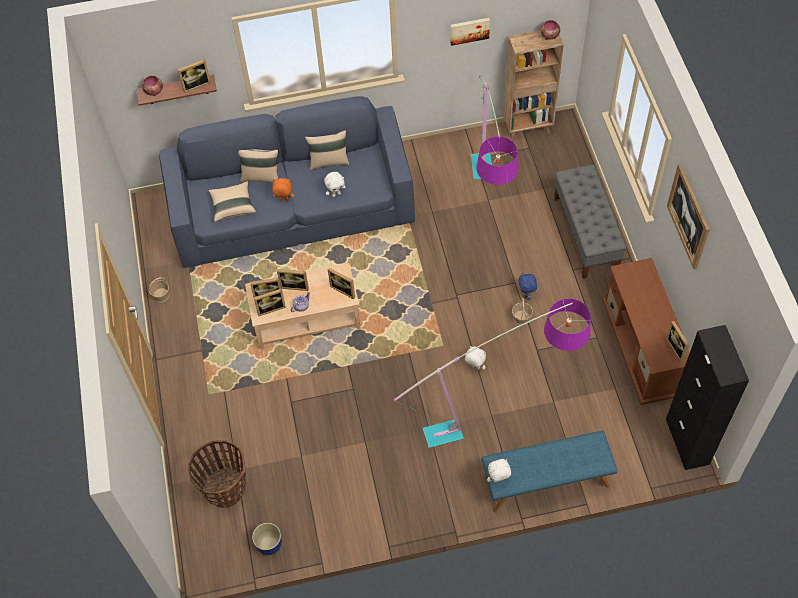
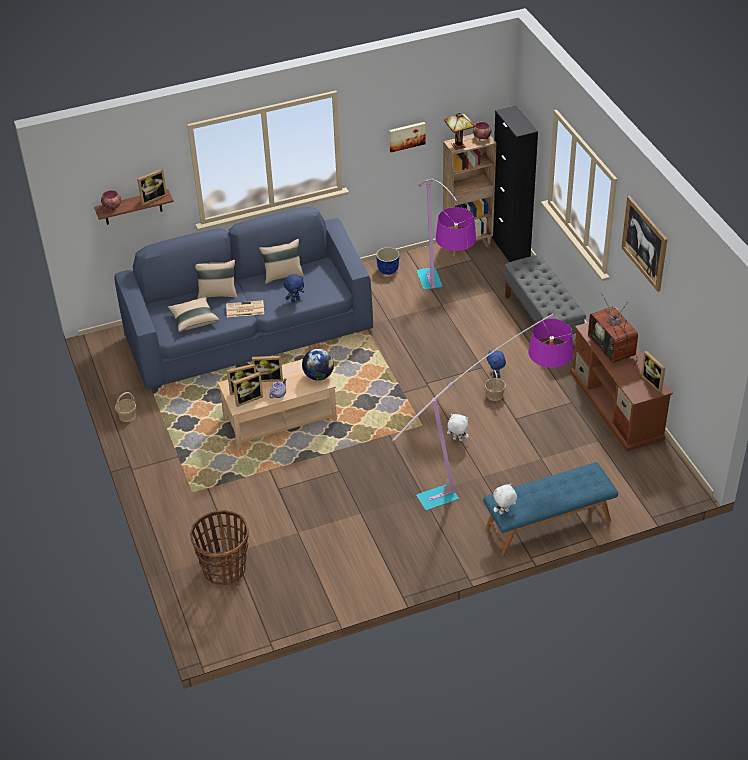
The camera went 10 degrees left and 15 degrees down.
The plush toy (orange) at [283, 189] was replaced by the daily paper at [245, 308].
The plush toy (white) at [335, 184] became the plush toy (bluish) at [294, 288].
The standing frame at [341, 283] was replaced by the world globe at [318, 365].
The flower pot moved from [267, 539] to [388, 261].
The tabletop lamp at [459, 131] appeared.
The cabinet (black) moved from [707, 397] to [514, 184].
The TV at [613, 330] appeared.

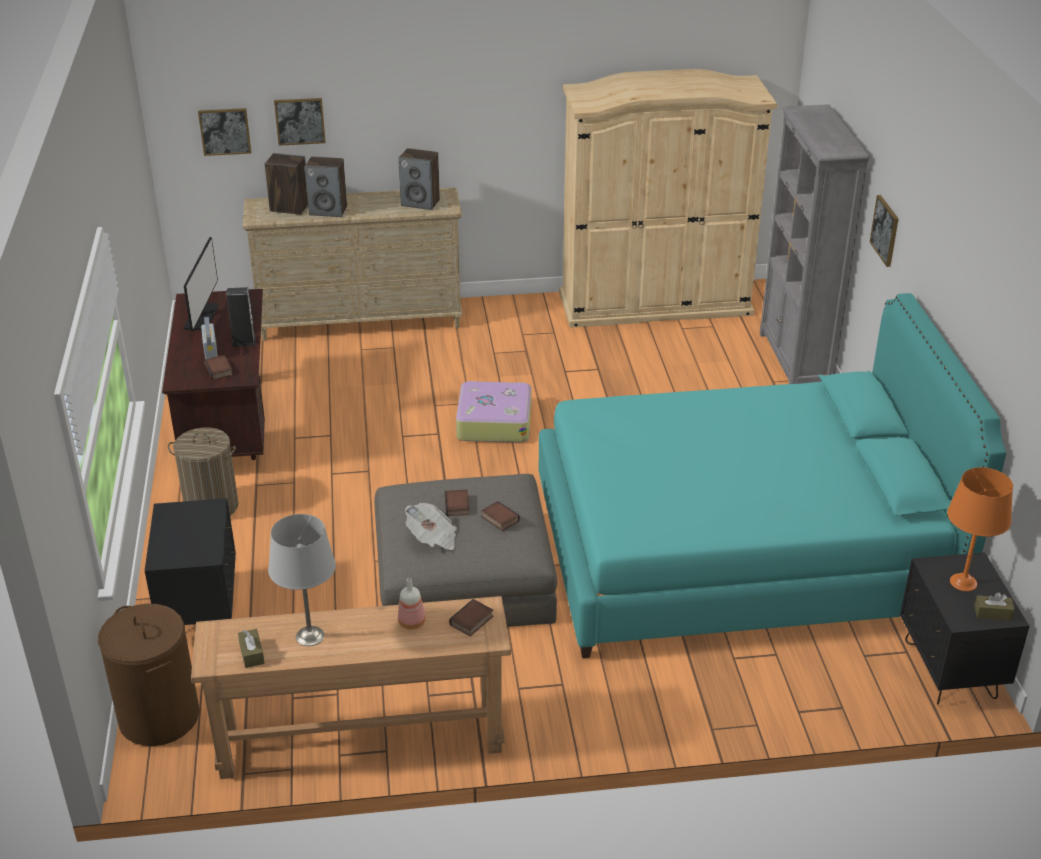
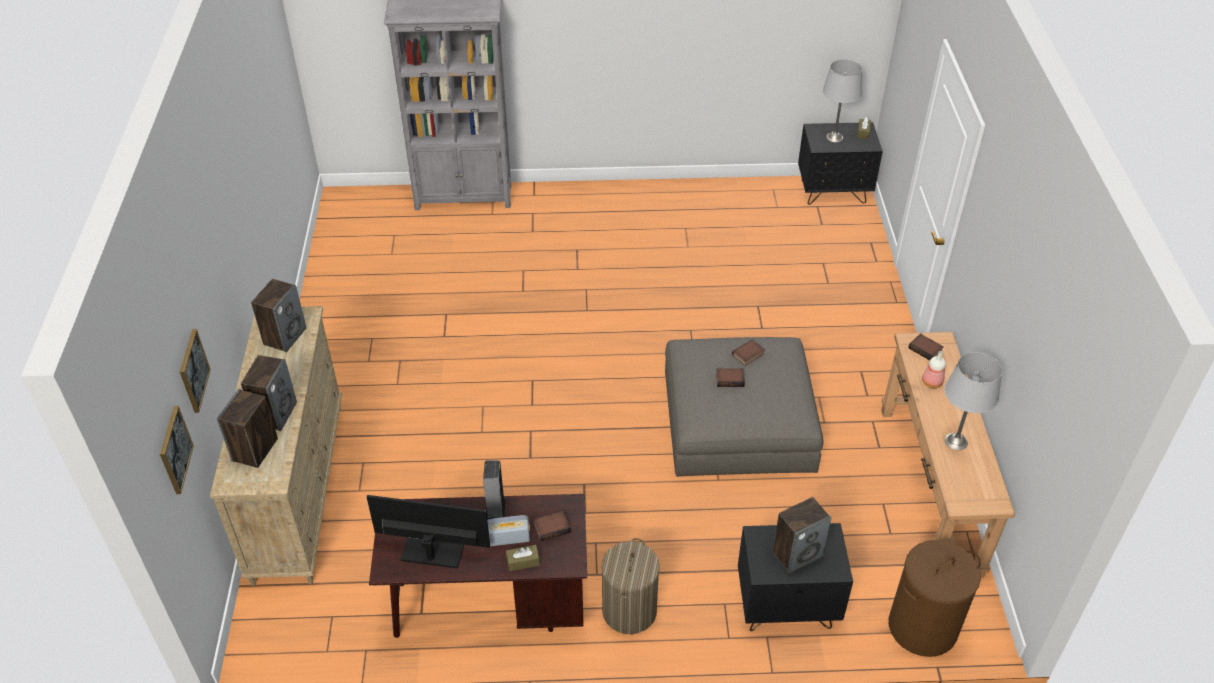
The camera went 85 degrees left and 10 degrees up.
The tissue box (brown-coloured) moved from [251, 648] to [523, 558].
The speaker at [802, 535] appeared.
The tabletop lamp (orange) at [980, 529] became the tabletop lamp (greyish) at [842, 101].
The daily paper at [431, 526] disappeared.
The suitcase at [493, 412] disappeared.
The bedroom bed (turquoise) at [772, 475] disappeared.
The wardrobe (beige) at [668, 198] disappeared.
The wall picture at [884, 231] disappeared.

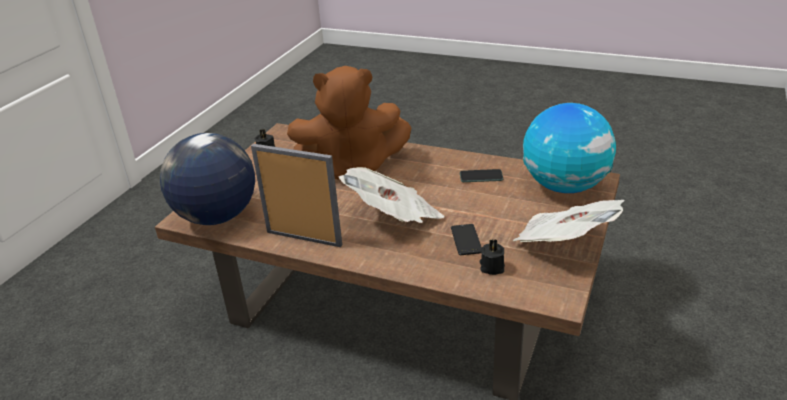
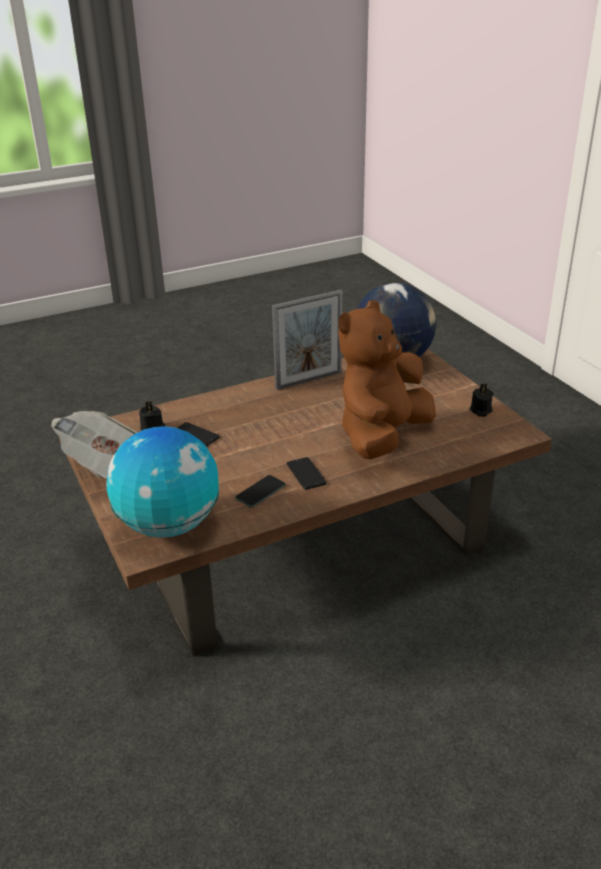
The camera went 130 degrees right and 0 degrees up.
The telephone at [307, 473] appeared.
The daily paper at [391, 195] disappeared.

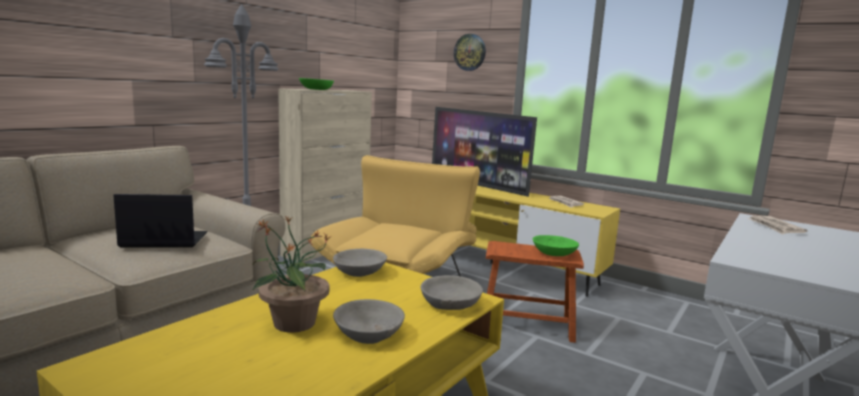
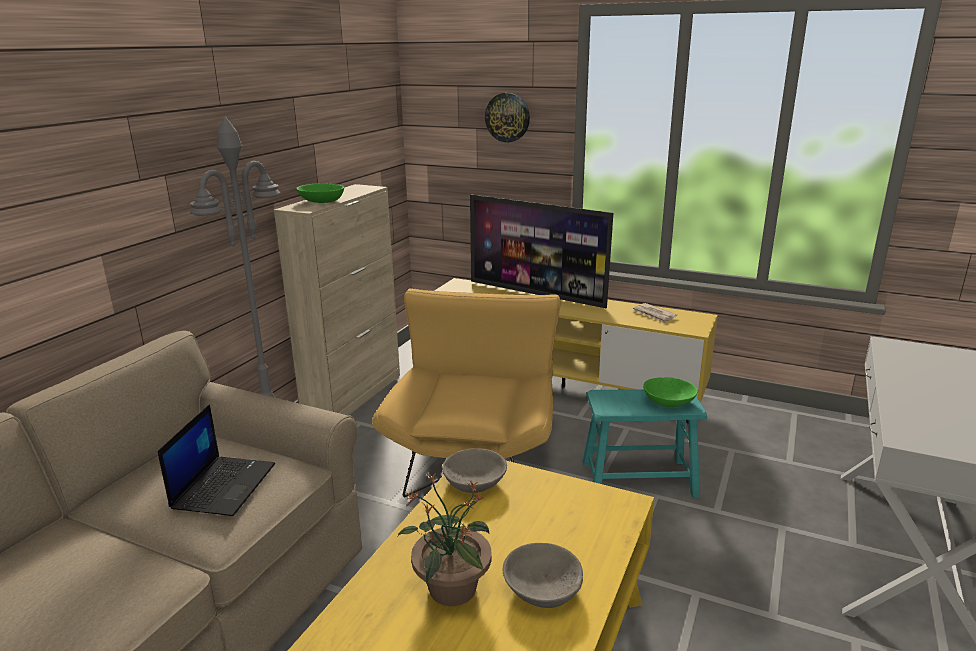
The camera went 10 degrees left and 10 degrees up.
The portable computer at [161, 221] turned 120 degrees clockwise.
The sitting stool (brown-coloured) at [535, 292] became the sitting stool (turquoise) at [645, 443].
The bowl (greyish) at [452, 292] disappeared.
The daily paper at [778, 225] disappeared.

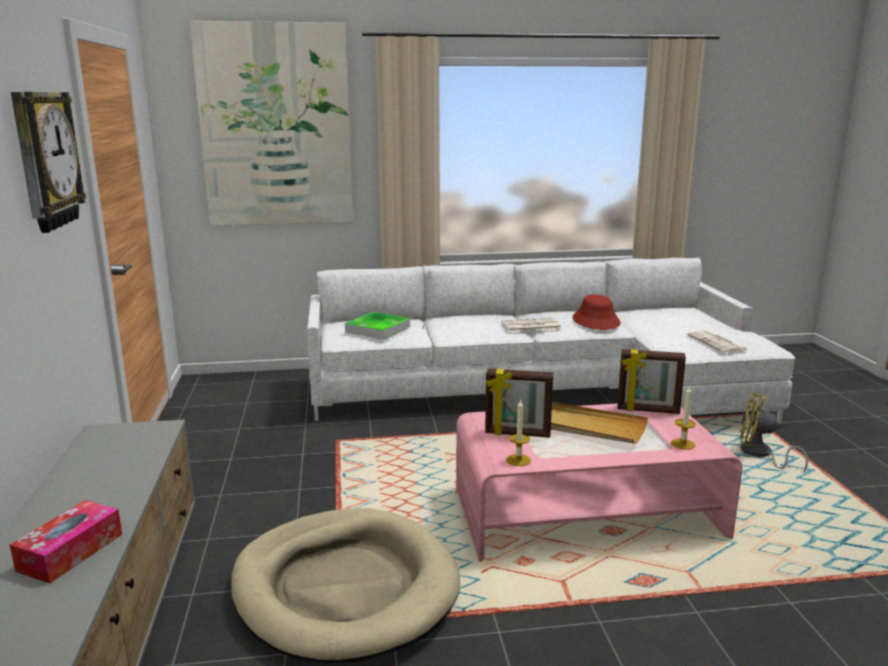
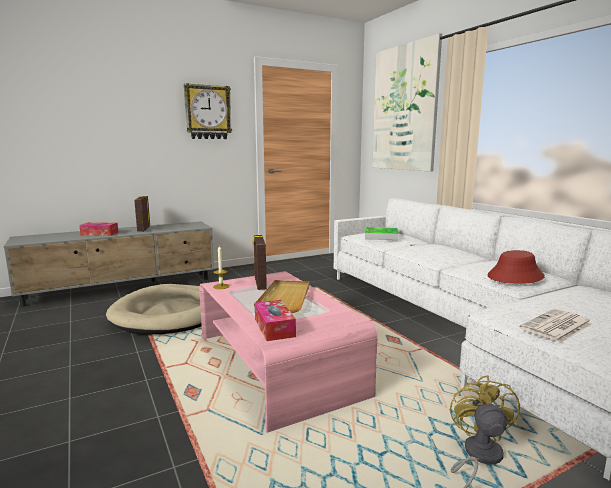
The camera went 70 degrees right and 5 degrees down.
The standing frame moved from [651, 381] to [142, 214].
The wax light at [683, 417] was replaced by the tissue box at [275, 320].
The daily paper at [531, 325] disappeared.

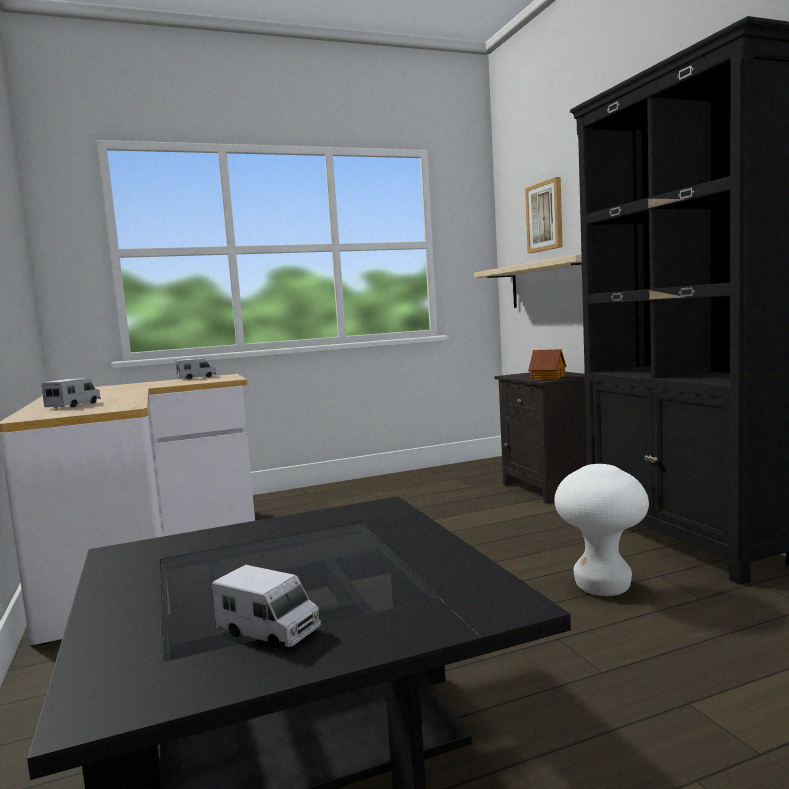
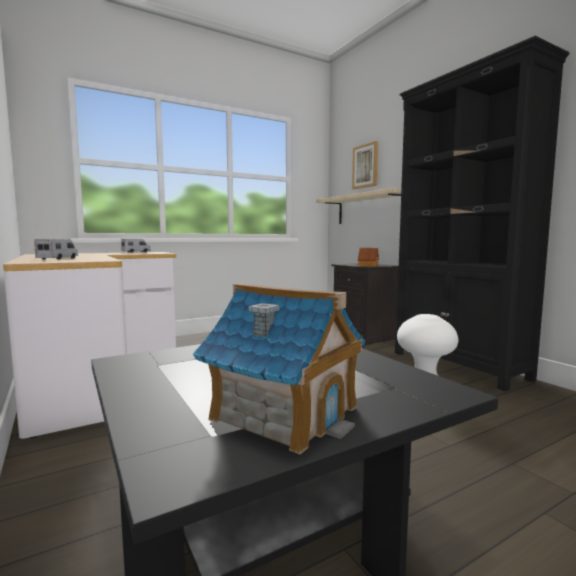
The camera went 10 degrees left and 0 degrees up.
The toy truck at [266, 607] was replaced by the model house at [279, 368].

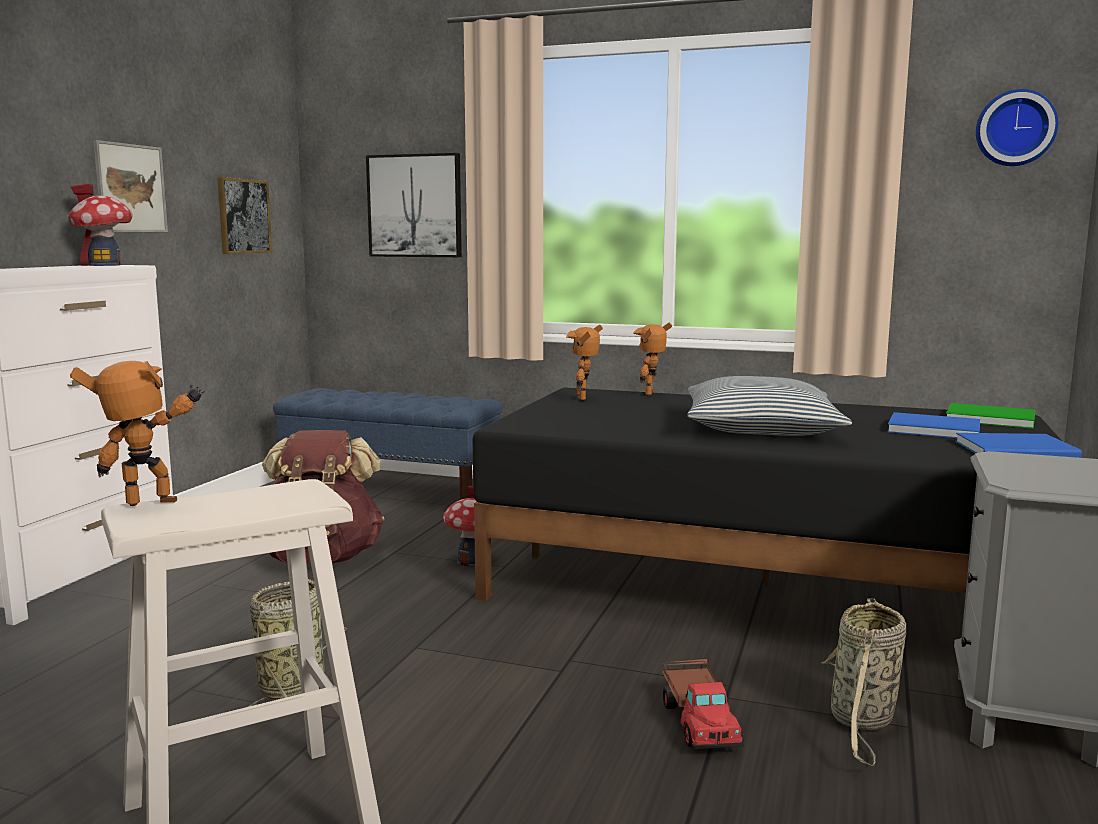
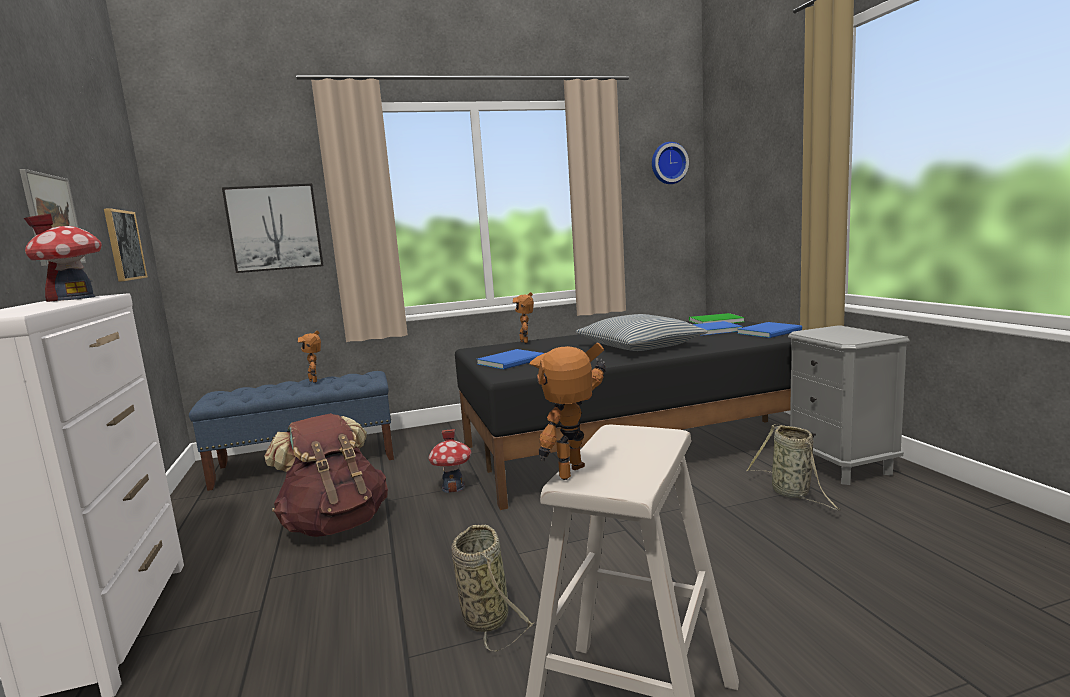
The camera went 35 degrees left and 0 degrees up.
The robot figure moved from [584, 363] to [309, 357].
The bound book (bluish) at [510, 359] appeared.
The toy truck at [703, 703] disappeared.

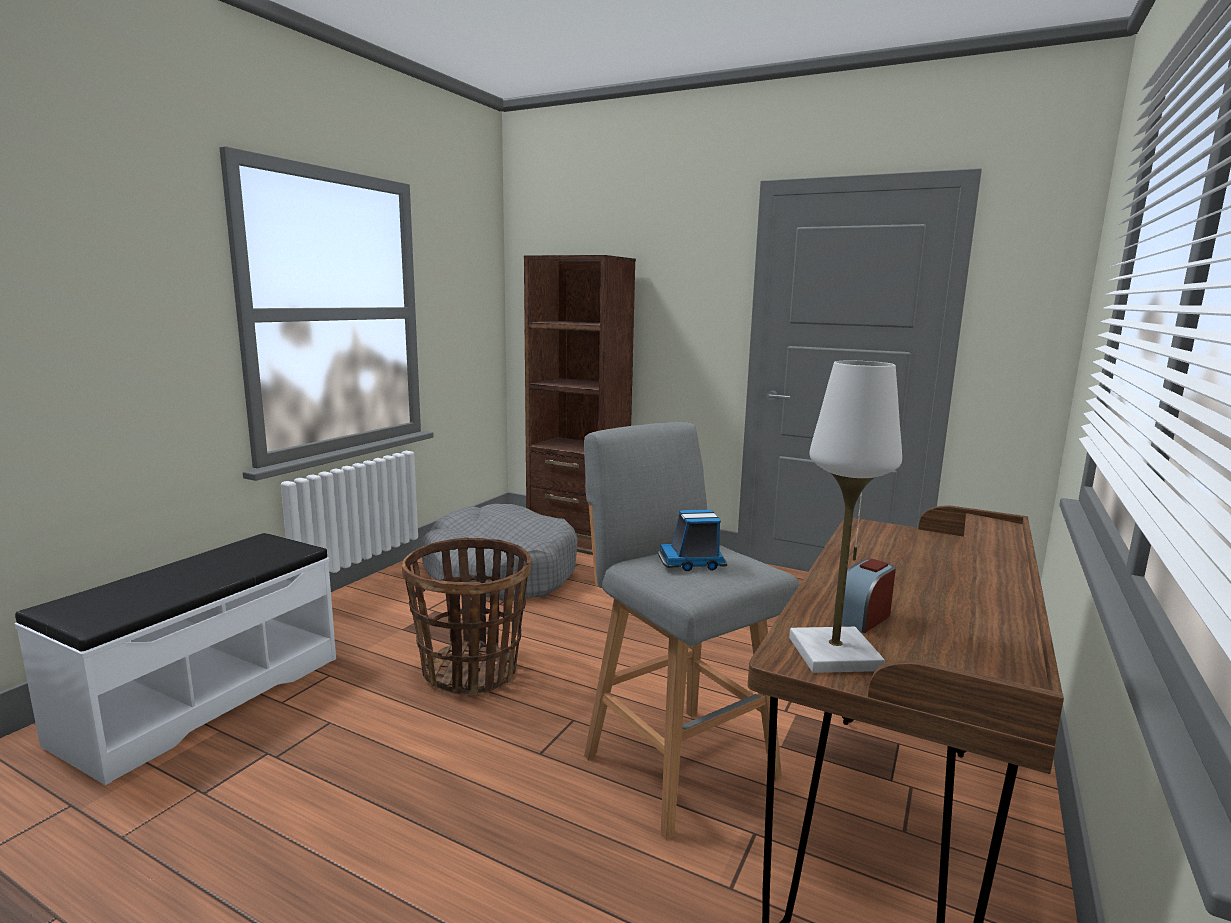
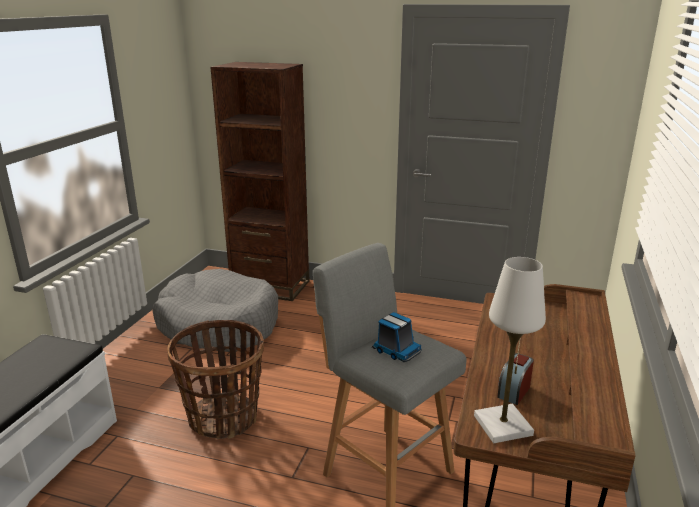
The camera went 10 degrees left and 10 degrees up.
The toy truck at [692, 540] turned 120 degrees counterclockwise.

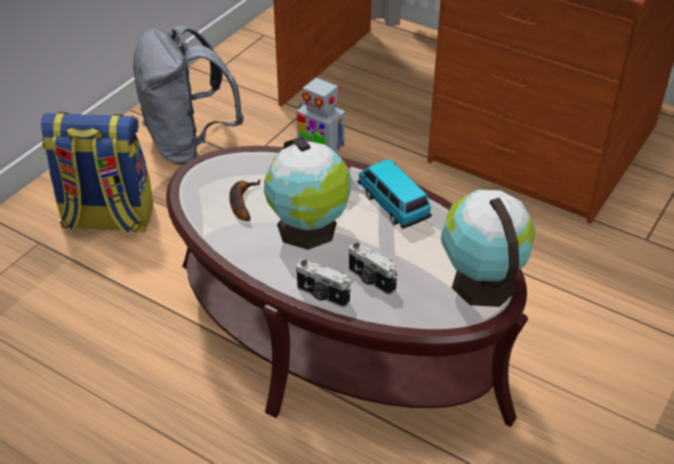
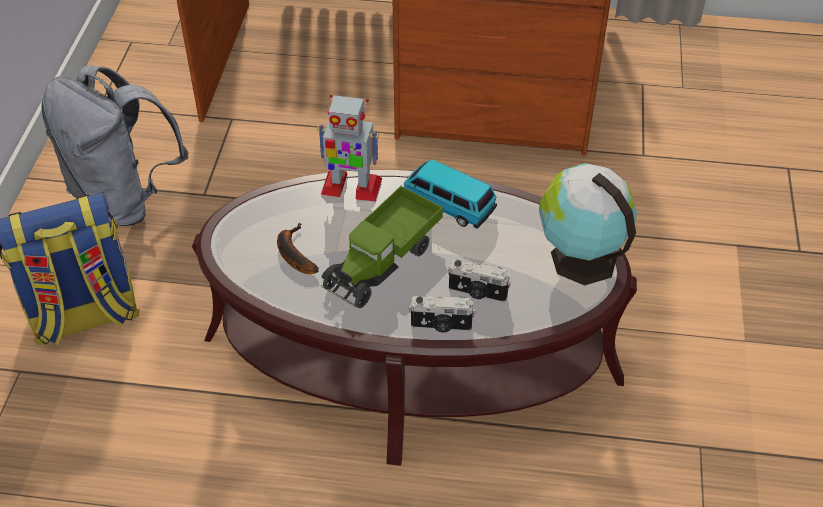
The camera went 25 degrees left and 5 degrees up.
The world globe at [308, 193] was replaced by the toy truck at [382, 247].

